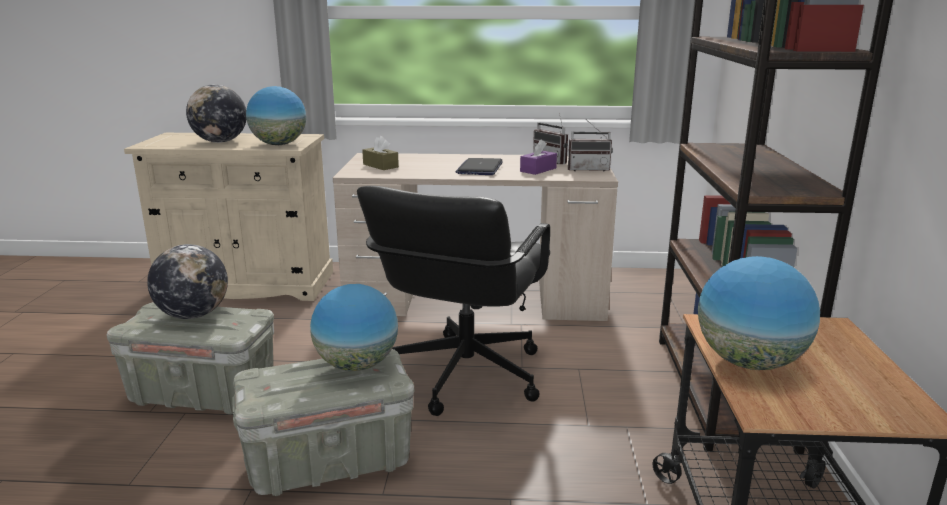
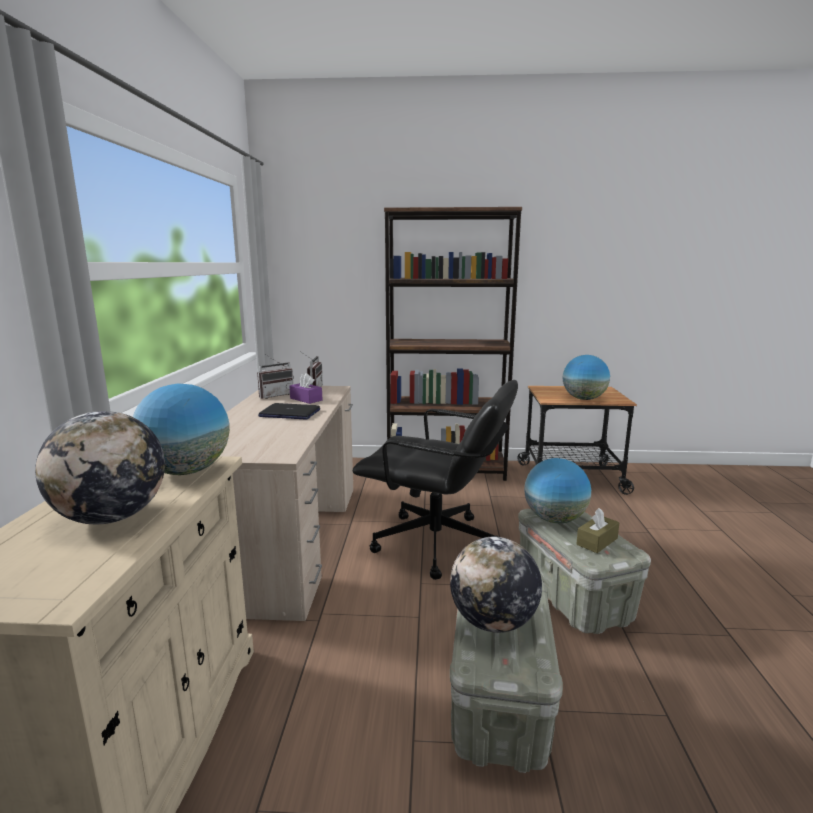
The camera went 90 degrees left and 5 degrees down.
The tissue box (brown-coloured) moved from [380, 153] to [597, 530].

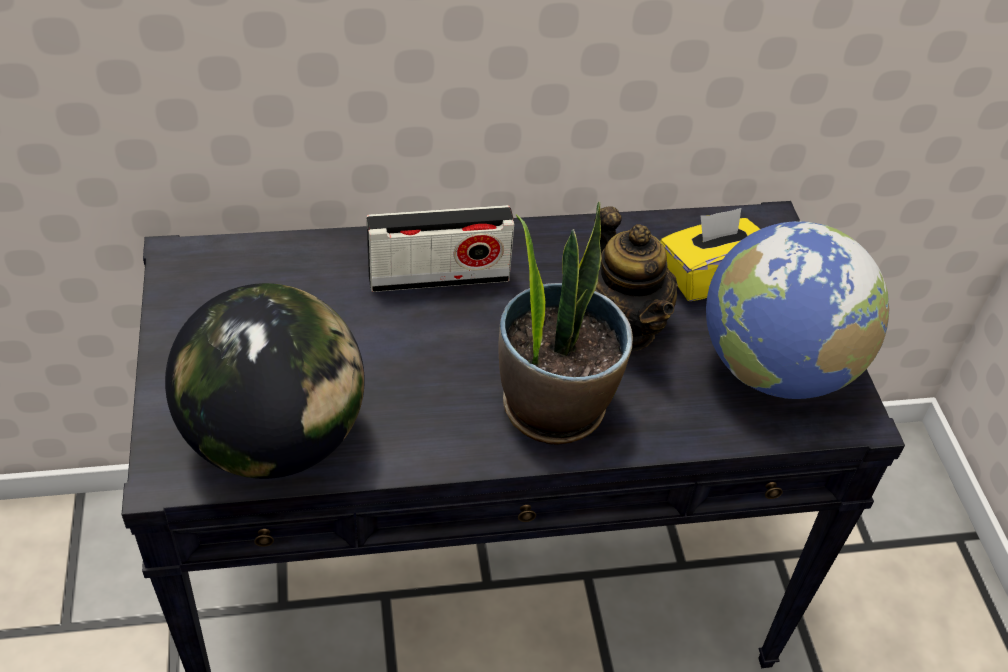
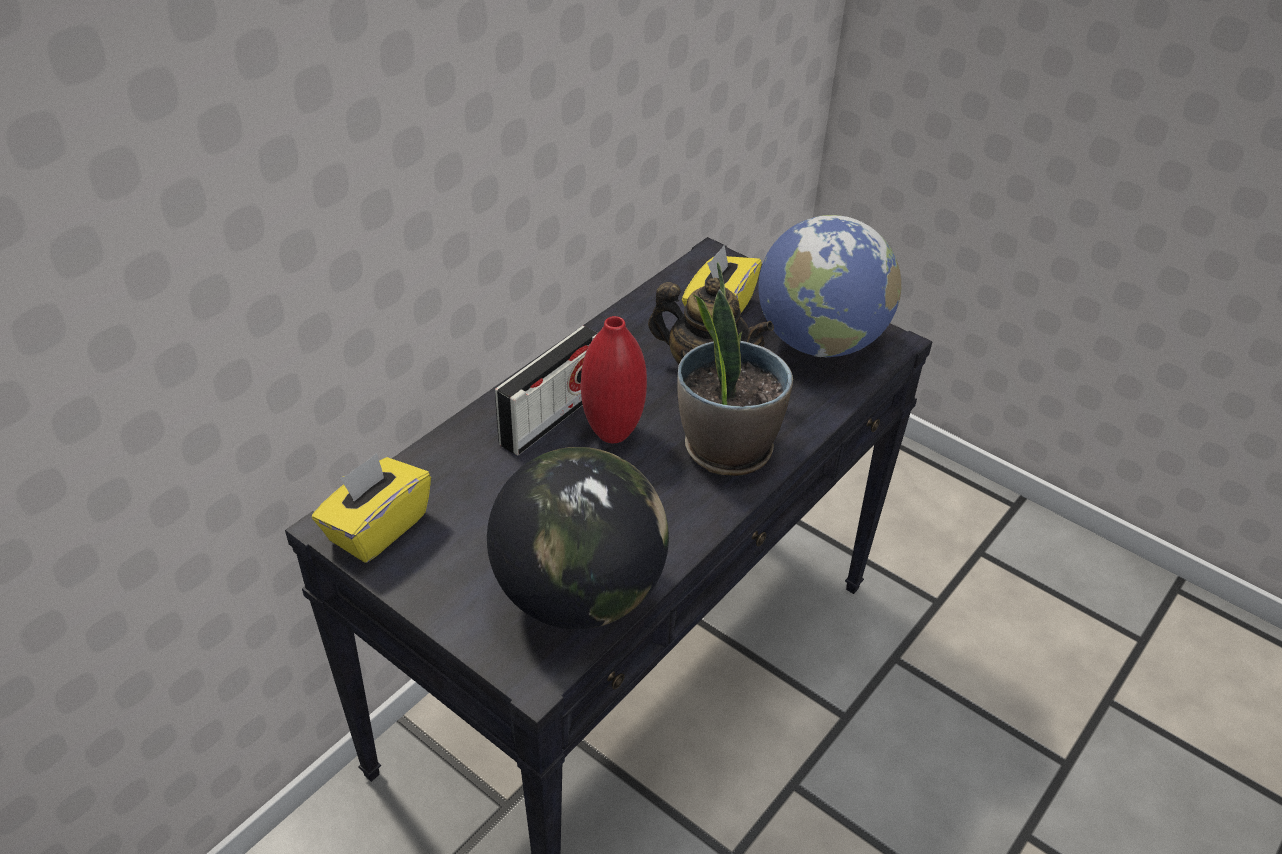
The camera went 40 degrees left and 5 degrees down.
The tissue box (yellowish) at [371, 508] appeared.
The vase (red) at [614, 379] appeared.

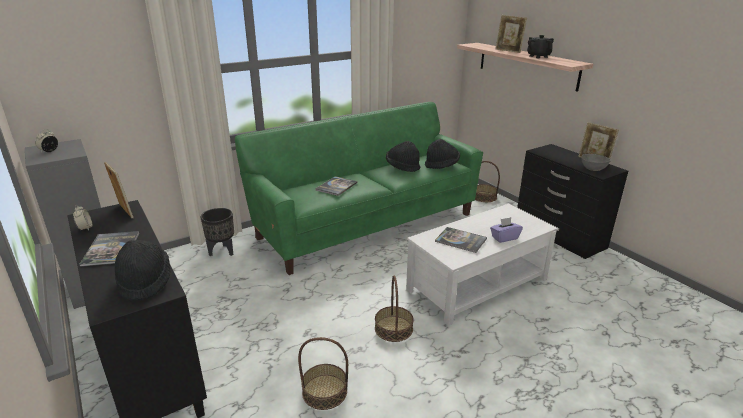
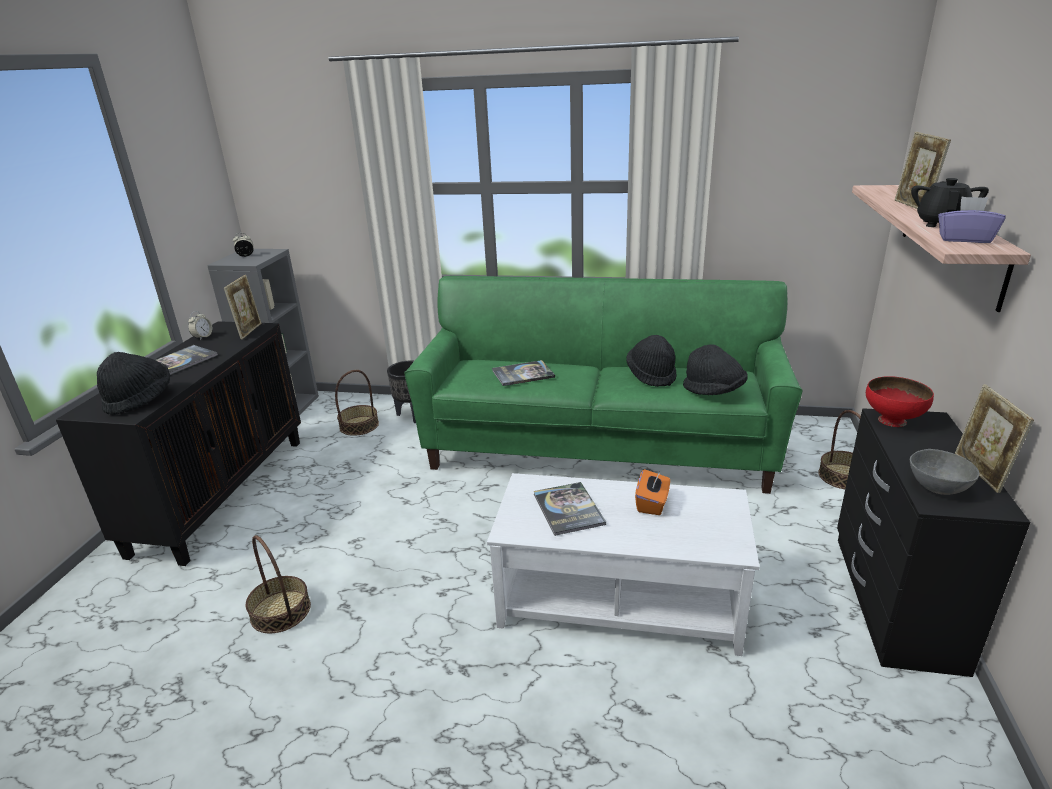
The camera went 45 degrees right and 0 degrees up.
The household basket moved from [394, 309] to [357, 403].
The tissue box (orange) at [652, 492] appeared.
The bowl (red) at [900, 401] appeared.
The tissue box (purplish) moved from [506, 230] to [972, 219].

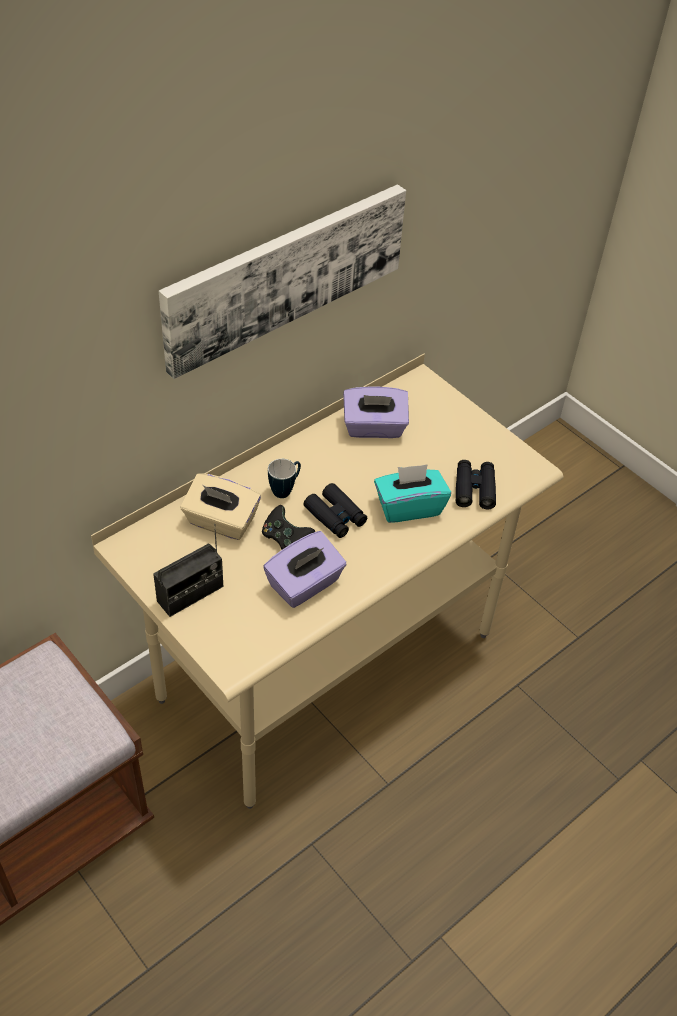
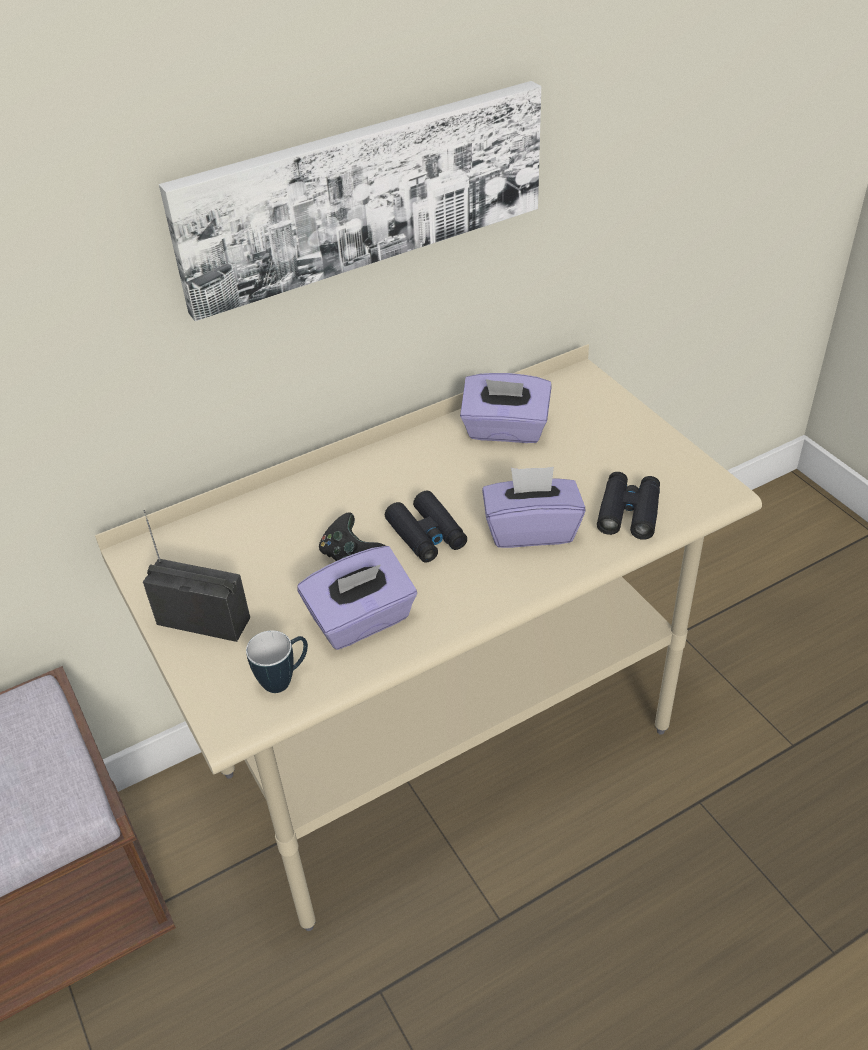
The camera went 15 degrees right and 5 degrees down.
The radio at [188, 570] turned 135 degrees counterclockwise.
The mug moved from [284, 478] to [277, 661].
The tissue box (turquoise) at [412, 493] became the tissue box (purplish) at [534, 507].
The tissue box (beige) at [221, 506] disappeared.

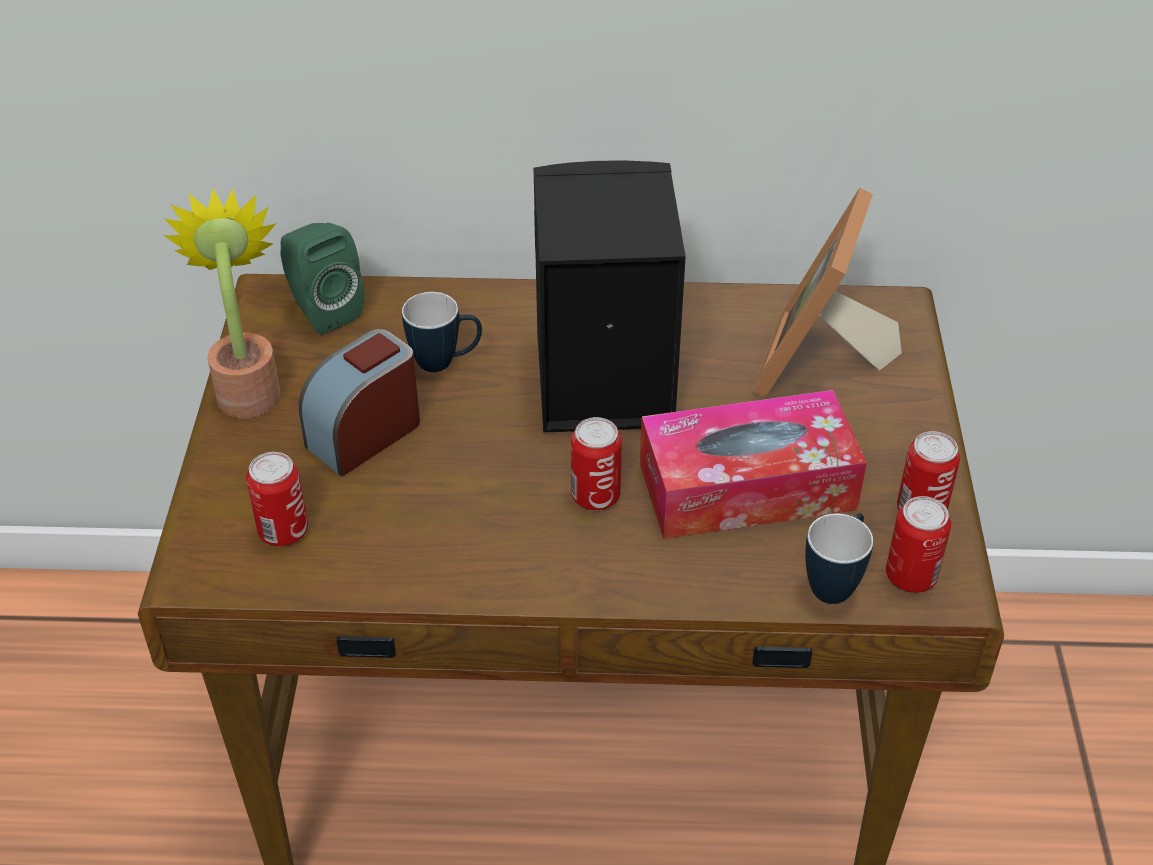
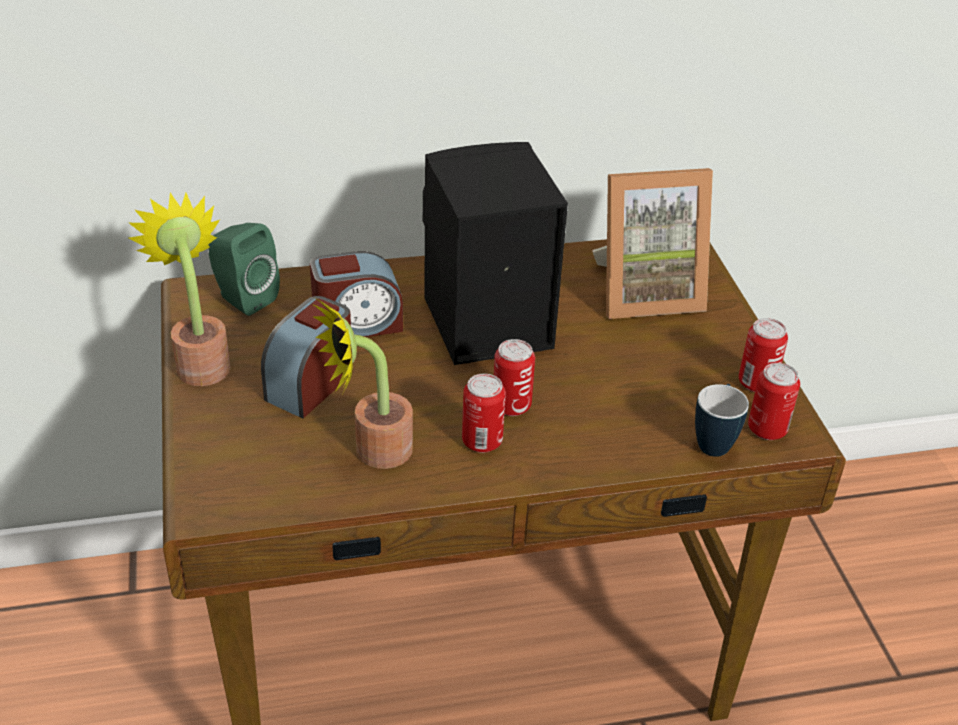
The camera went 15 degrees left and 5 degrees down.
The mug at [442, 332] was replaced by the table clock at [356, 294].
The potted plant at [362, 383] appeared.
The metal can moved from [277, 499] to [484, 413].
The standing frame at [827, 293] turned 105 degrees counterclockwise.
The tissue box at [753, 464] disappeared.

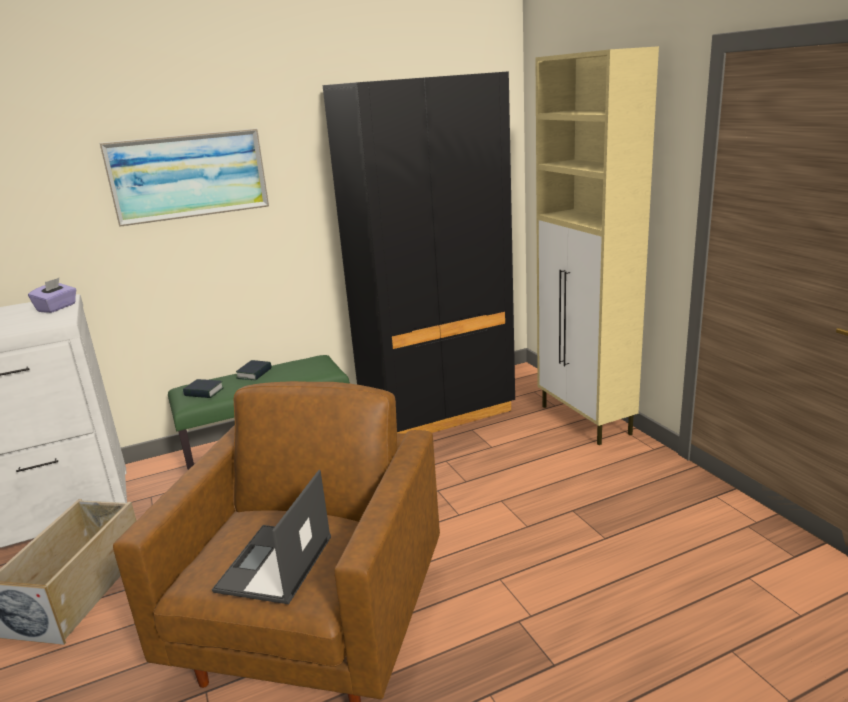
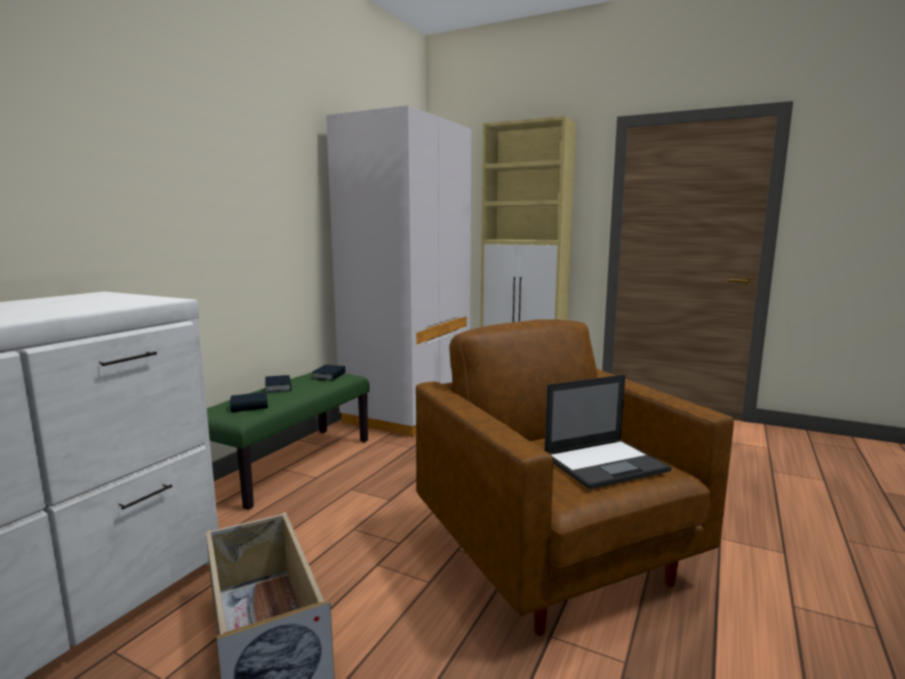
The camera went 40 degrees left and 10 degrees down.
The bound book at [328, 373] appeared.
The wardrobe (black) at [419, 252] became the wardrobe (white) at [399, 271].
The portable computer at [271, 537] turned 90 degrees counterclockwise.
The tissue box (purplish) at [52, 295] disappeared.
The wall picture at [184, 177] disappeared.

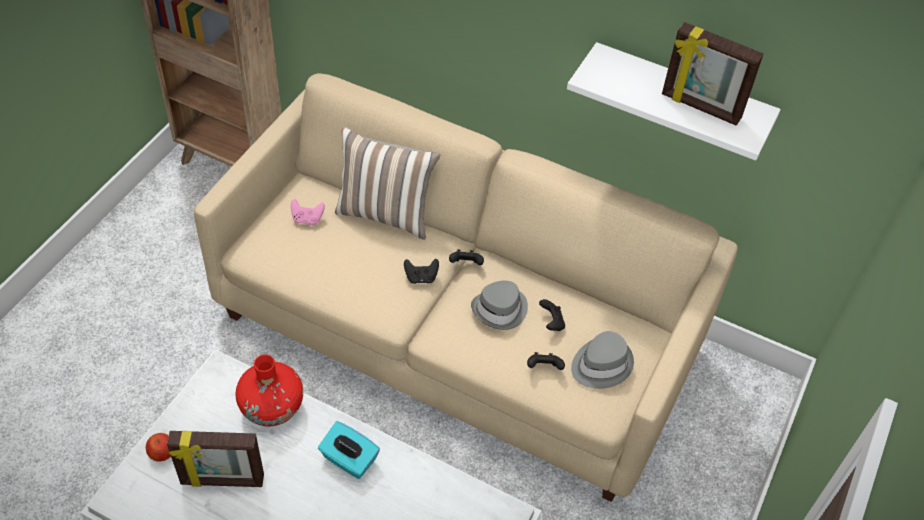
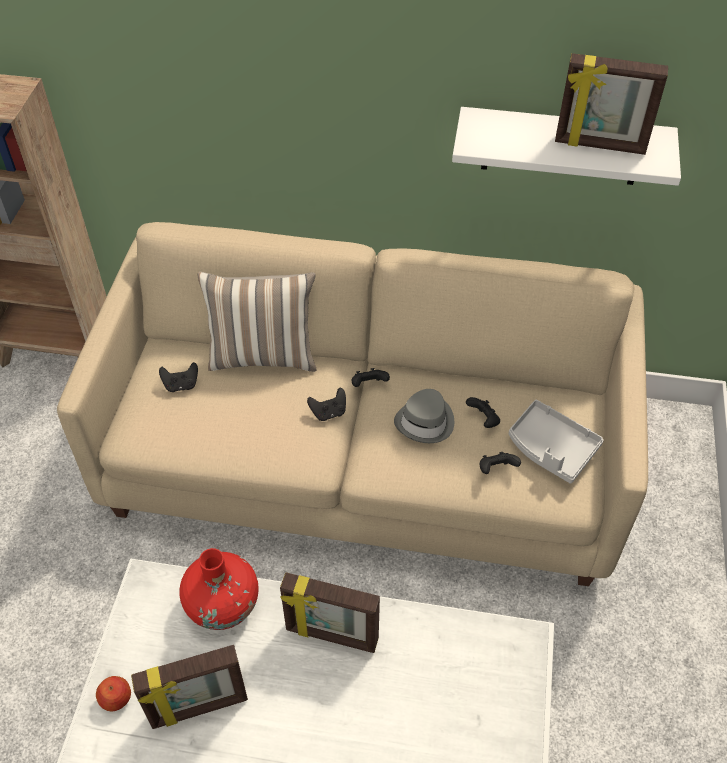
The camera went 15 degrees left and 0 degrees up.
The gamepad (pink) at [308, 212] became the gamepad (black) at [178, 377].
The tissue box (turquoise) at [349, 450] was replaced by the standing frame at [330, 612].
The clothing hat (greyish) at [602, 360] was replaced by the tray (greyish) at [556, 442].

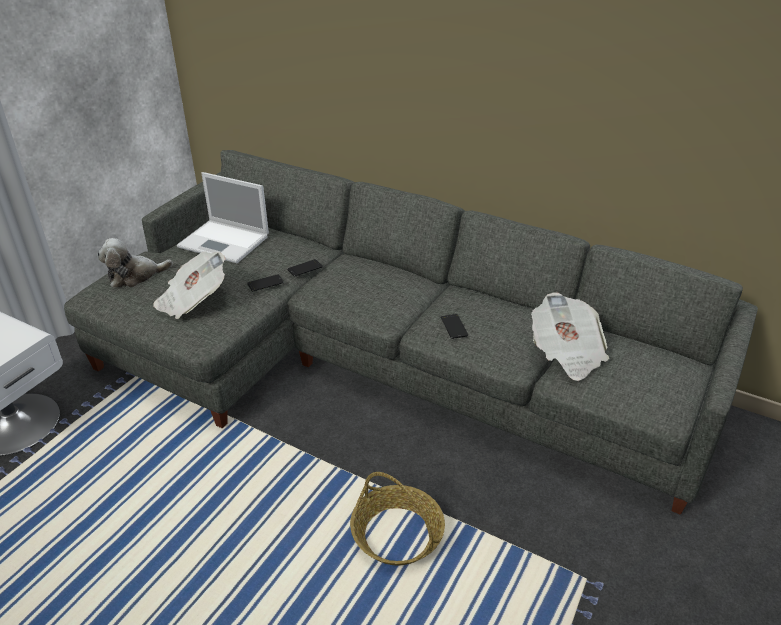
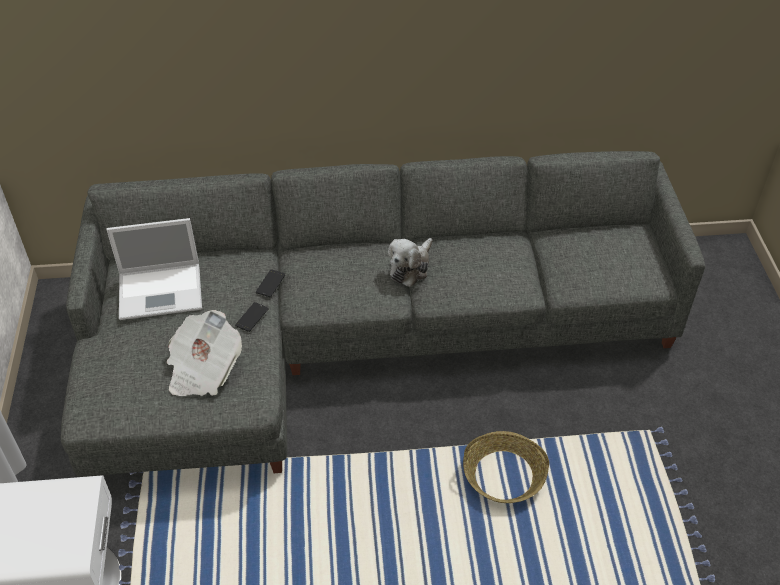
The camera went 35 degrees left and 10 degrees up.
The plush toy moved from [135, 263] to [410, 262].
The telephone at [454, 326] disappeared.
The daily paper at [570, 336] disappeared.

